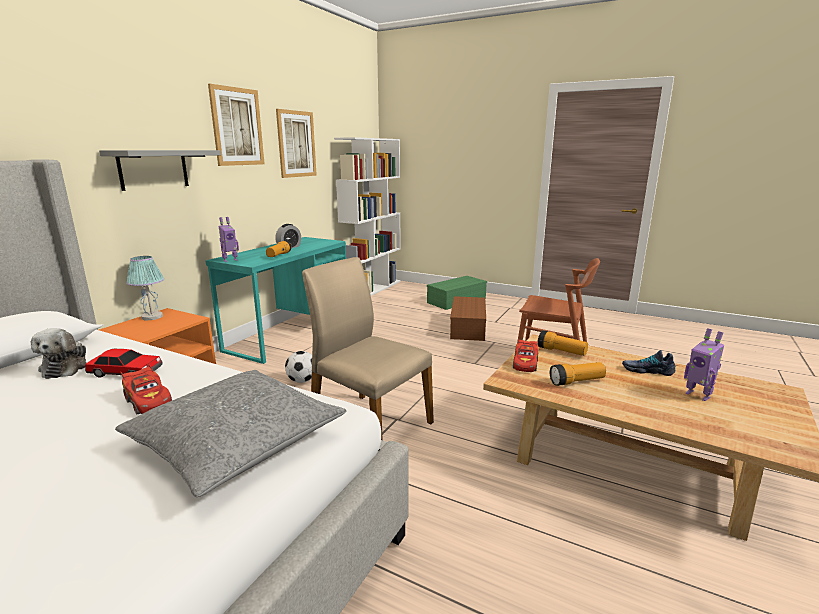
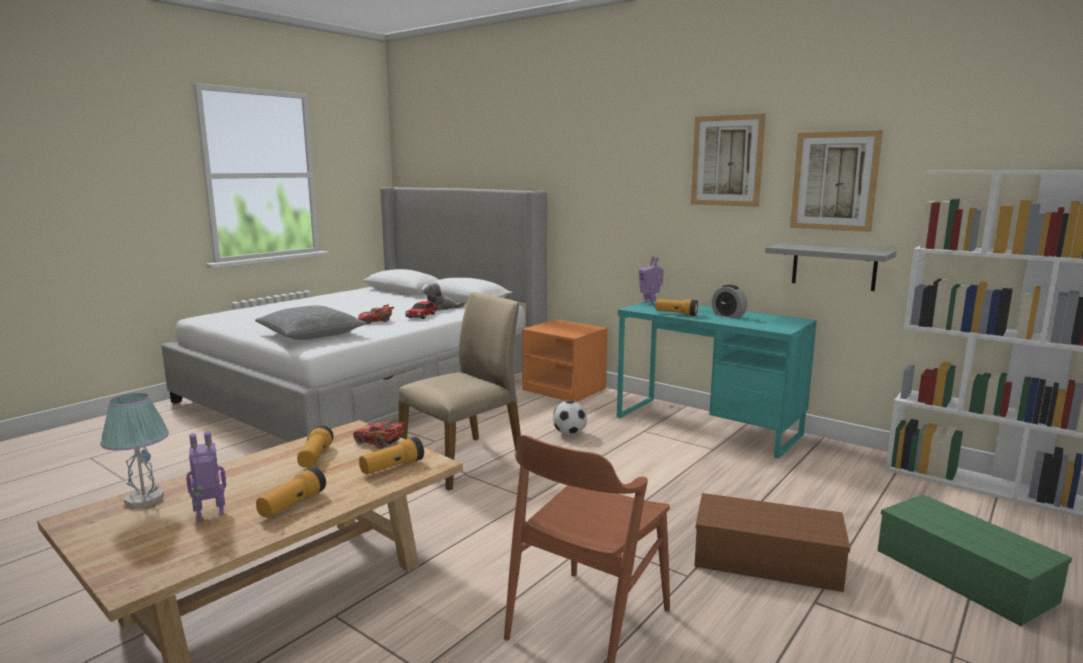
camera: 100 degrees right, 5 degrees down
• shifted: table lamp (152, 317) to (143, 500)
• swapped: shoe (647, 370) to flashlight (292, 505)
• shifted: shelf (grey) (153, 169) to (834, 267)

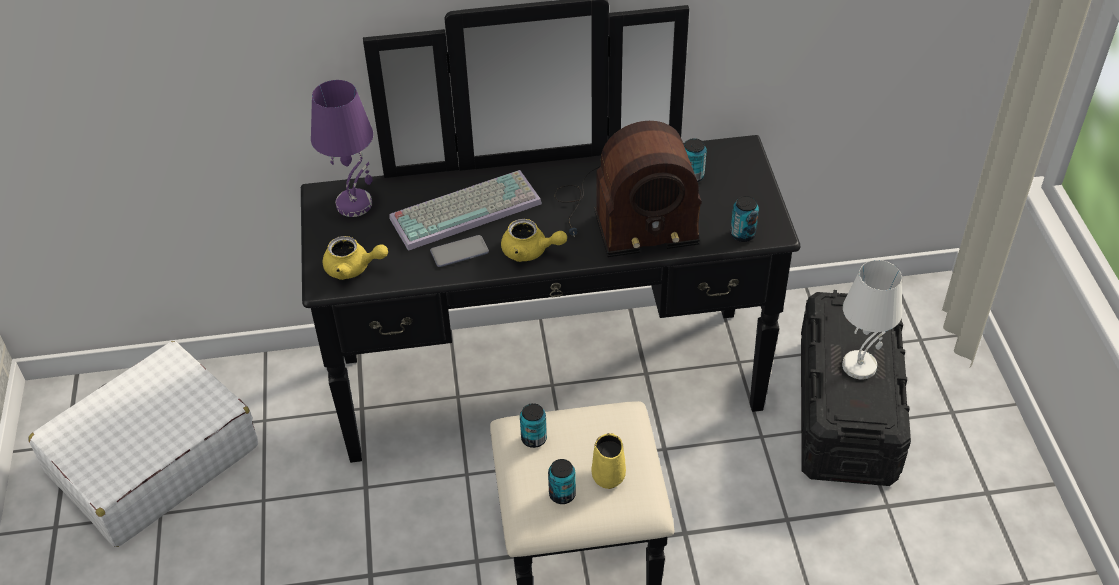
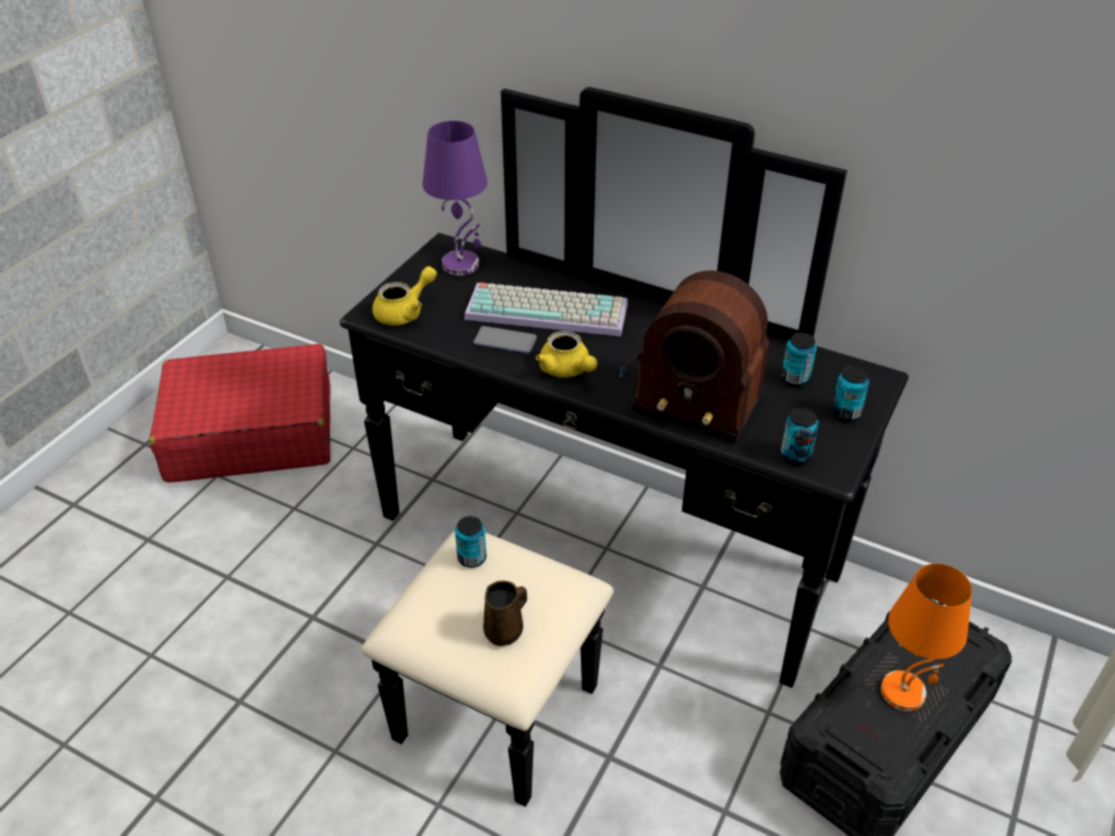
camera: 35 degrees right, 5 degrees down
• repainted: suitcase (white) (152, 459) to suitcase (red) (250, 433)
• rotated: teapot (yellow) (353, 268) = (405, 312) 90 degrees counterclockwise
• repainted: mug (yellow) (609, 474) to mug (brown) (505, 631)
• shifted: can (562, 494) to (845, 413)
• repainted: table lamp (white) (860, 365) to table lamp (orange) (904, 692)

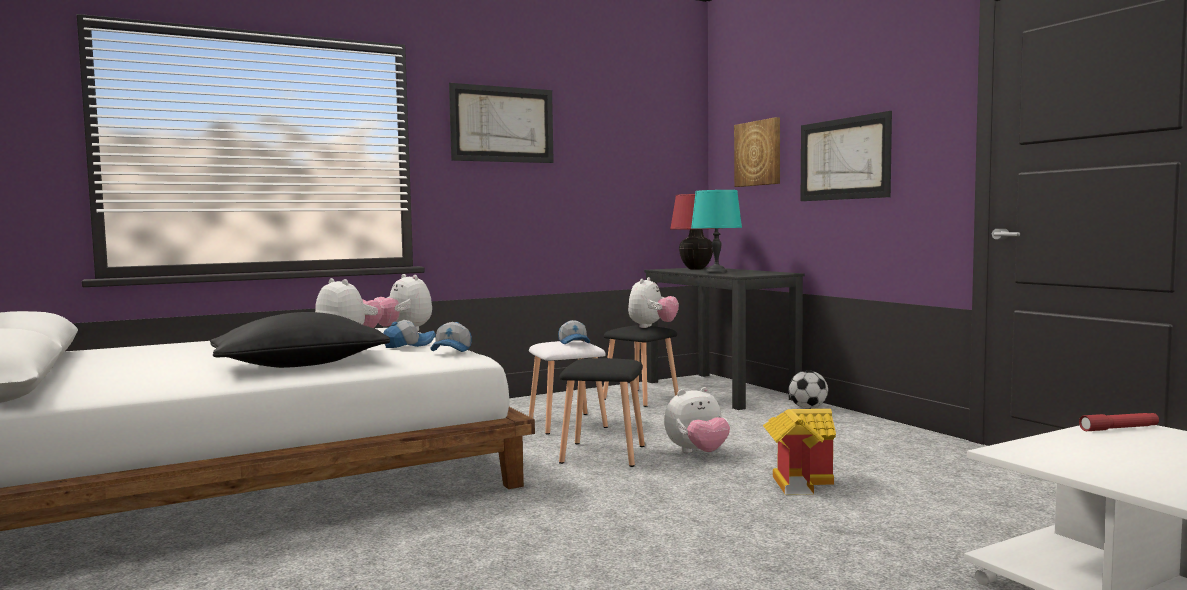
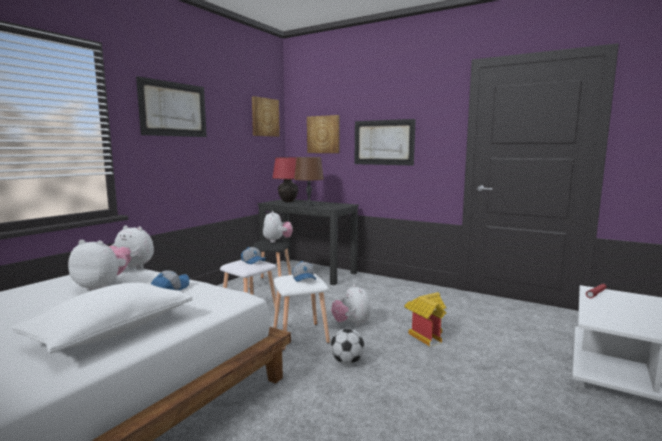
camera: 30 degrees left, 5 degrees up
• repainted: pillow (black) (301, 365) to pillow (white) (112, 332)
• new: picture (264, 117)
• repainted: stool (black) (604, 454) to stool (white) (301, 335)
• shifted: cap (452, 350) to (304, 278)
• repainted: table lamp (turquoise) (716, 272) to table lamp (brown) (308, 205)
• shifted: football (808, 408) to (347, 361)
• rotated: plush toy (697, 453) = (351, 323) 120 degrees clockwise

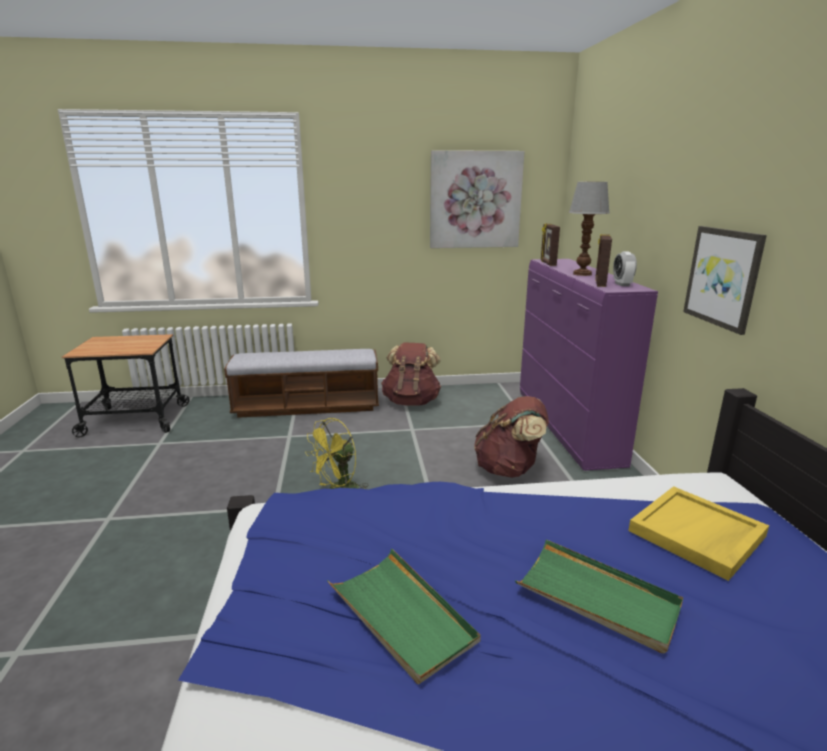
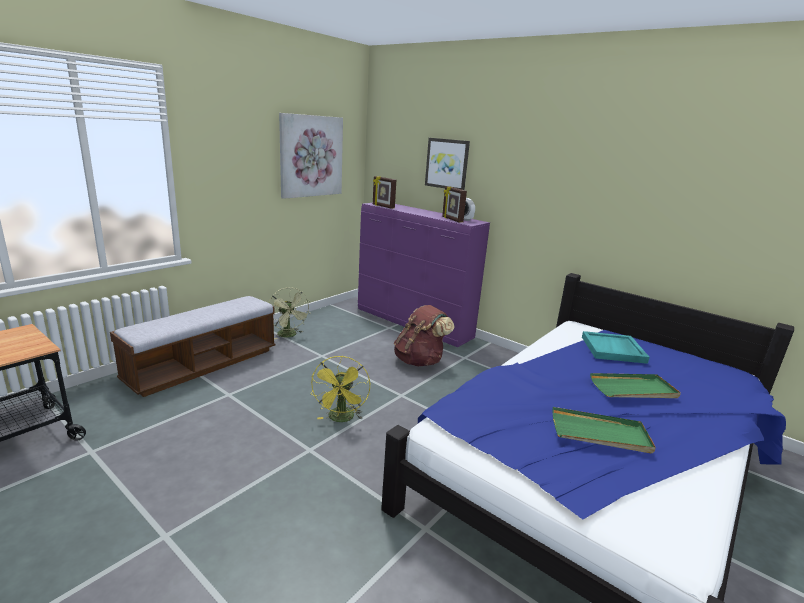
camera: 45 degrees left, 0 degrees up
• swapped: backpack (brown) (411, 402) to fan (green) (289, 335)
• shifted: picture (723, 277) to (447, 164)
• repainted: tray (yellow) (697, 534) to tray (turquoise) (613, 350)
• gone: table lamp (582, 274)

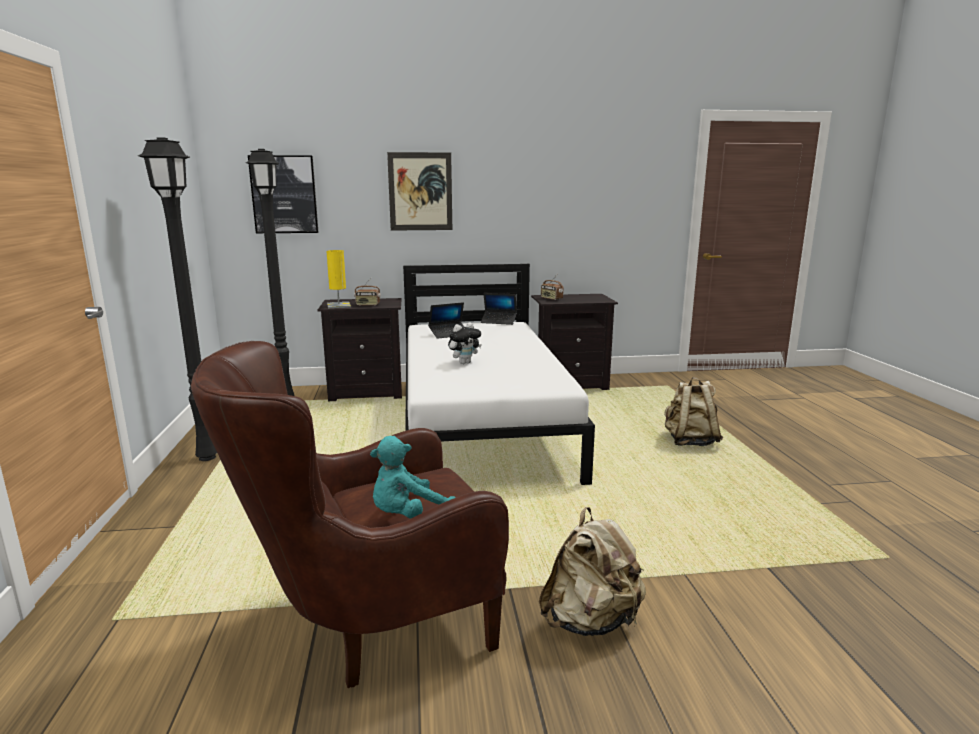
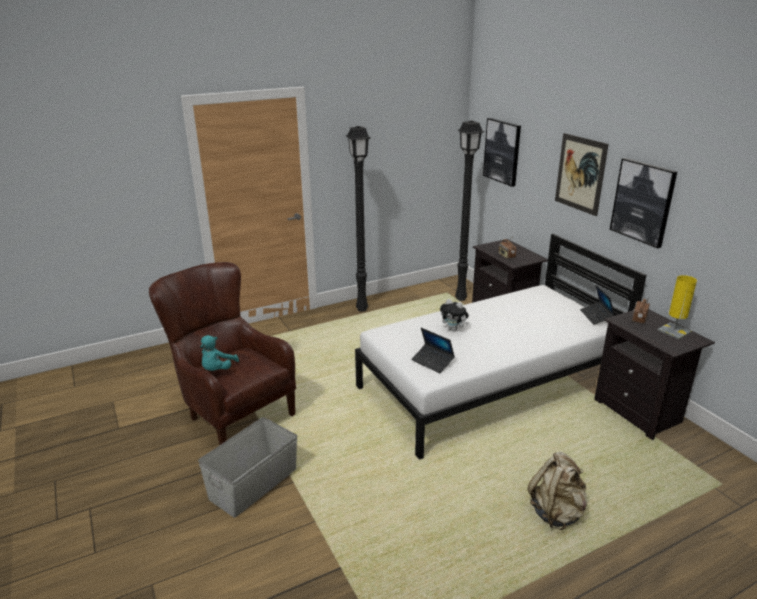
camera: 70 degrees right, 10 degrees up
• swapped: backpack (beige) (591, 621) to storage box (grey) (254, 483)
• rotated: plush toy (turquoise) (408, 515) = (217, 369) 105 degrees counterclockwise
• shifted: laptop (449, 334) to (432, 362)
• new: picture (643, 202)
• shifted: table lamp (yellow) (338, 305) to (674, 331)

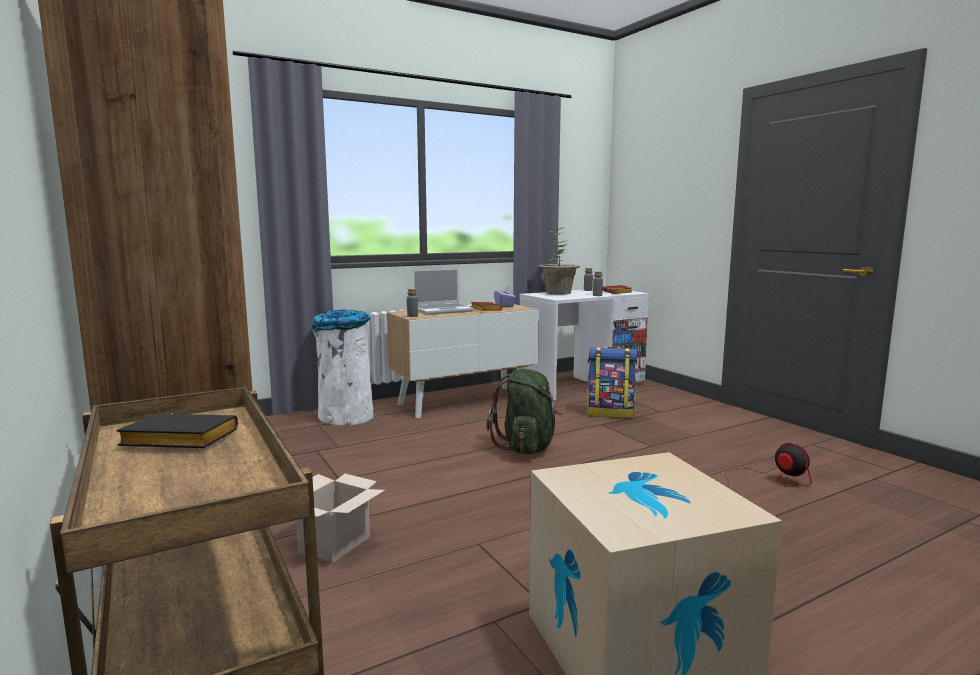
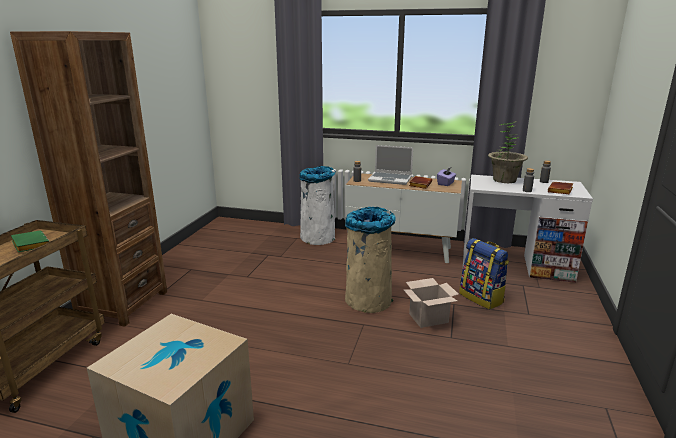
camera: 45 degrees right, 10 degrees up
• repainted: book (black) (176, 441) to book (green) (29, 245)
• swapped: backpack (green) (527, 447) to trash can (beige) (367, 299)
• shifted: cardboard box (334, 542) to (429, 318)
• gone: fan (770, 480)

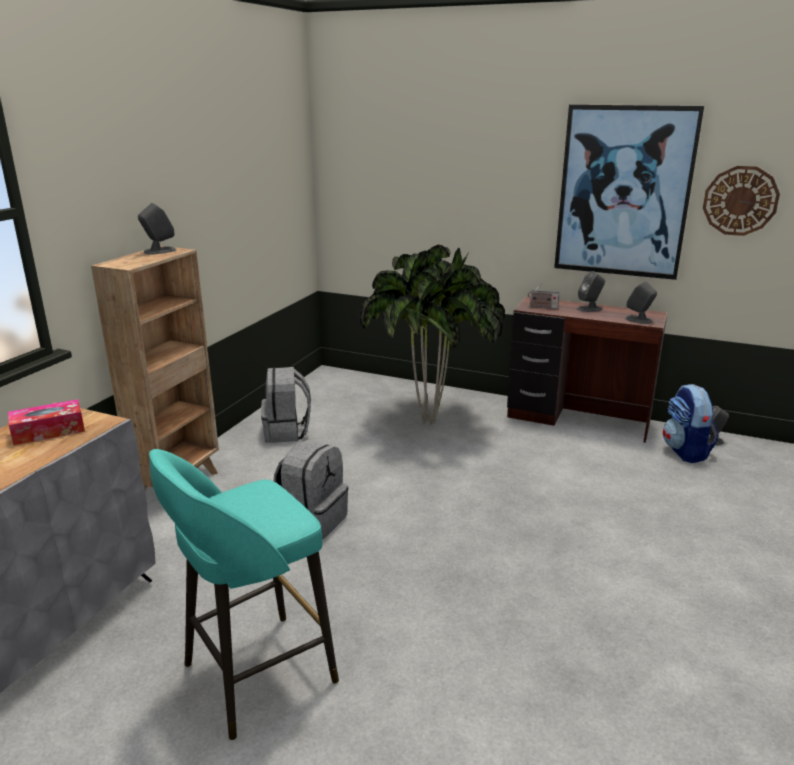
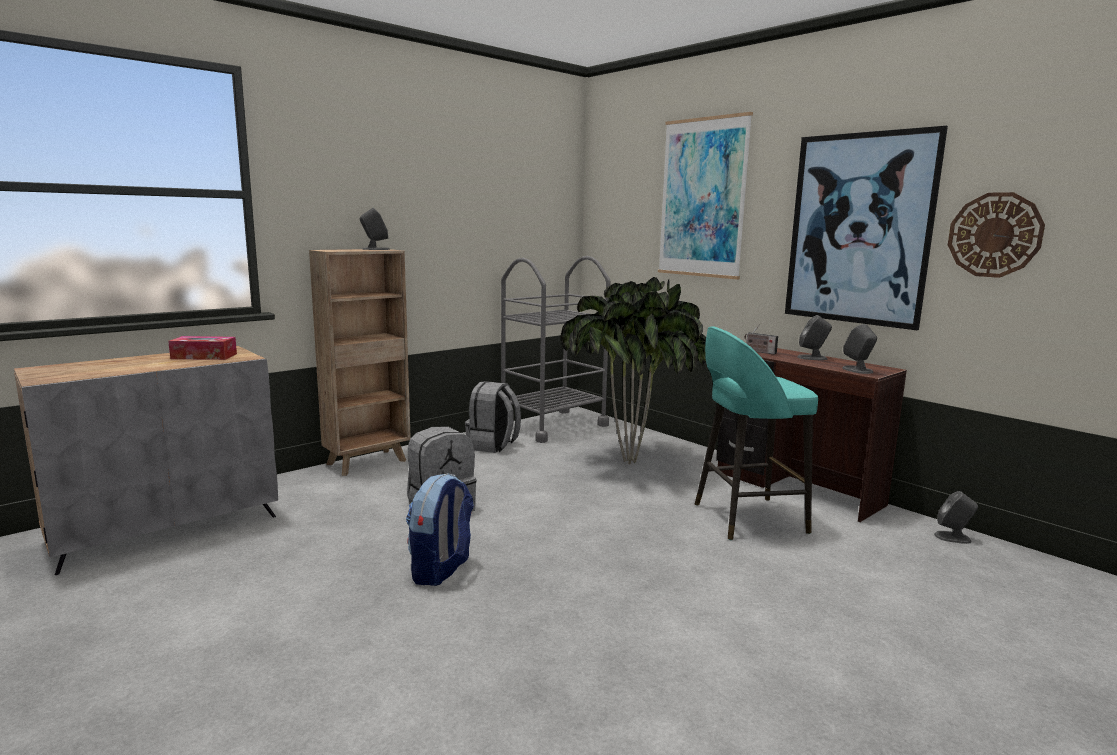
camera: 25 degrees right, 10 degrees down
• shifted: backpack (685, 451) to (441, 570)
• new: cart (grey) (553, 426)
• new: picture (702, 198)
• shifted: stool (turquoise) (255, 675) to (746, 518)

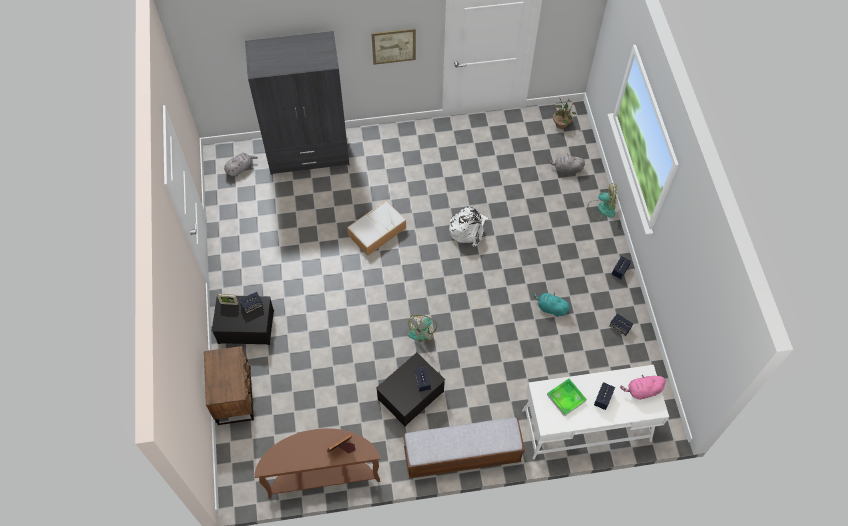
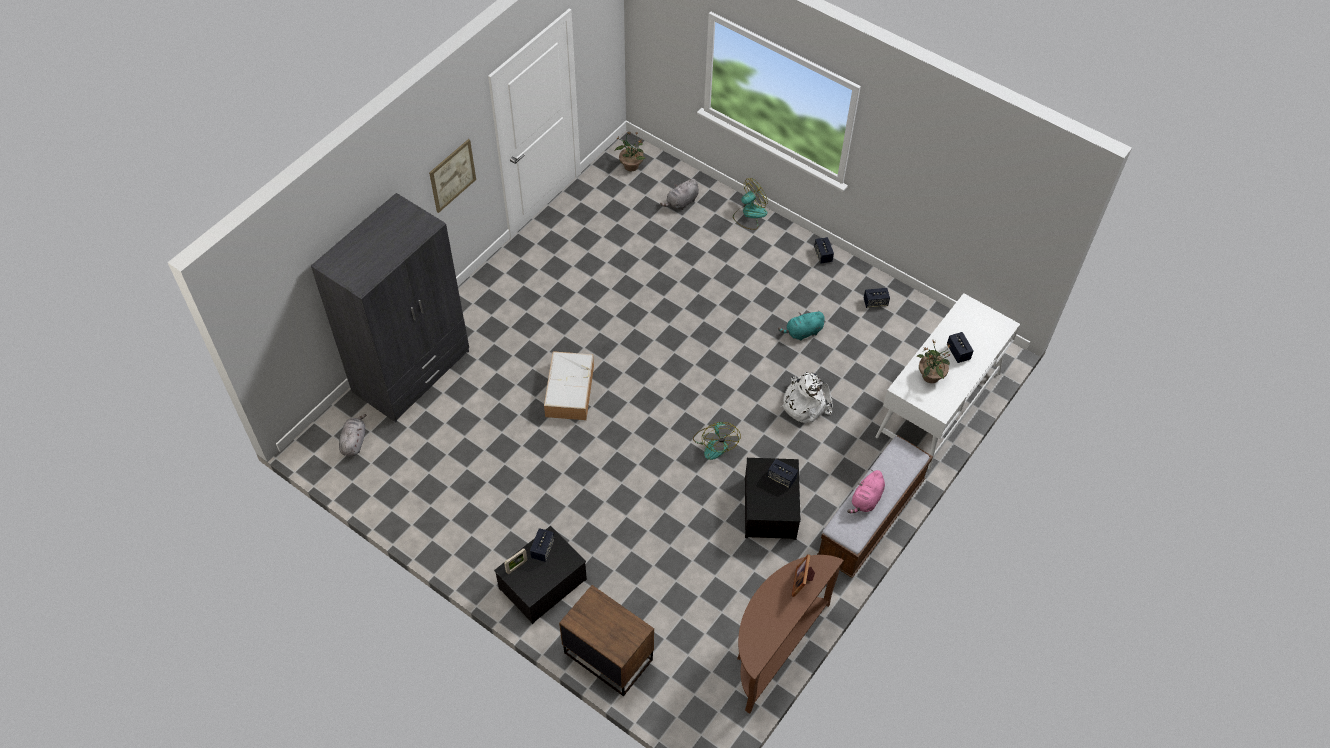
camera: 45 degrees left, 5 degrees down
• shifted: backpack (white) (467, 229) to (804, 403)
• shifted: plush toy (pink) (642, 391) to (866, 500)
• swapped: tray (566, 398) to potted plant (930, 376)

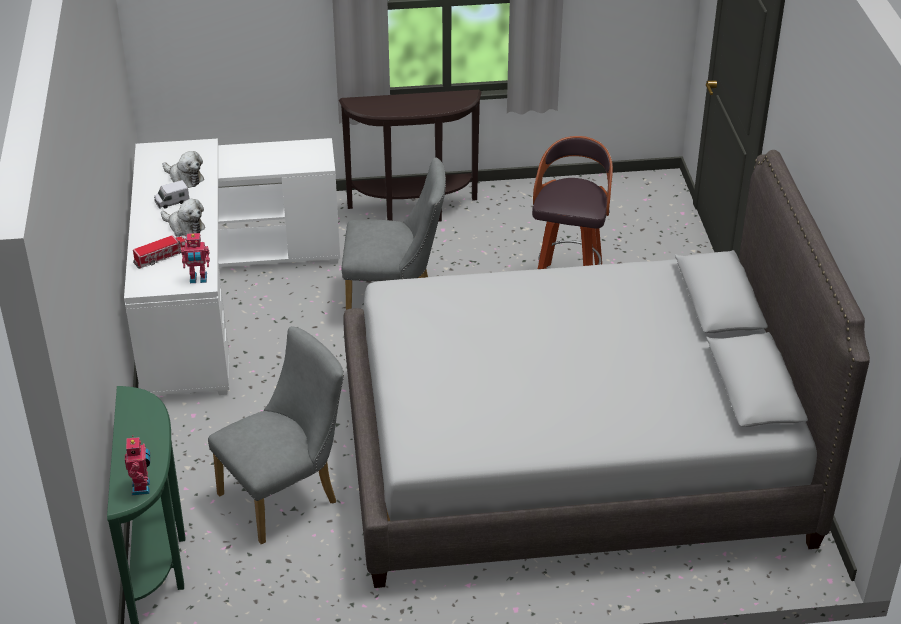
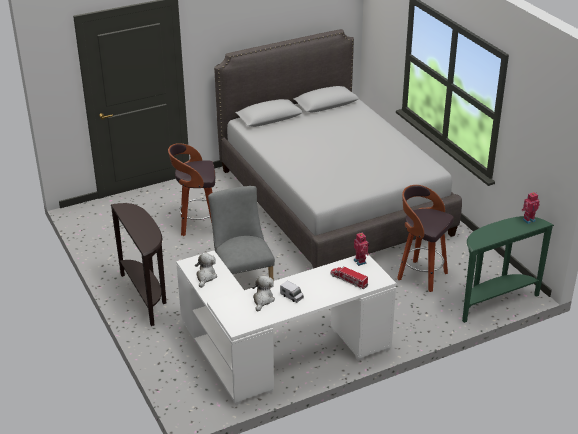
camera: 110 degrees left, 5 degrees down
• shifted: plush toy (184, 227) to (205, 277)
• swapped: chair (grey) (286, 496) to stool (421, 276)

